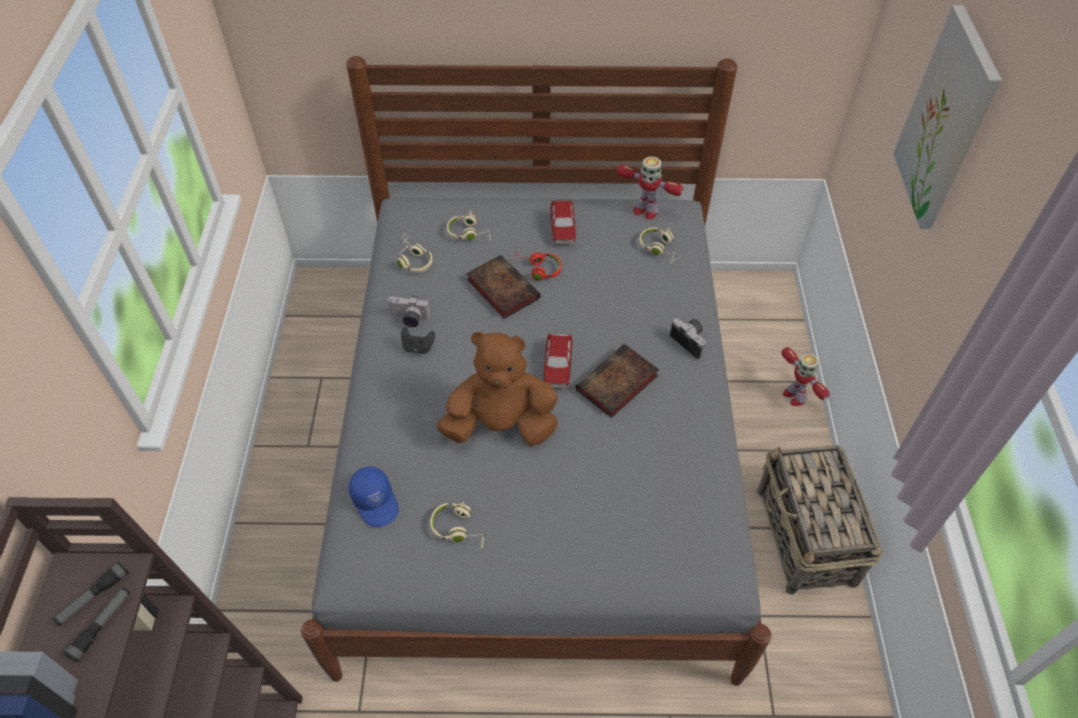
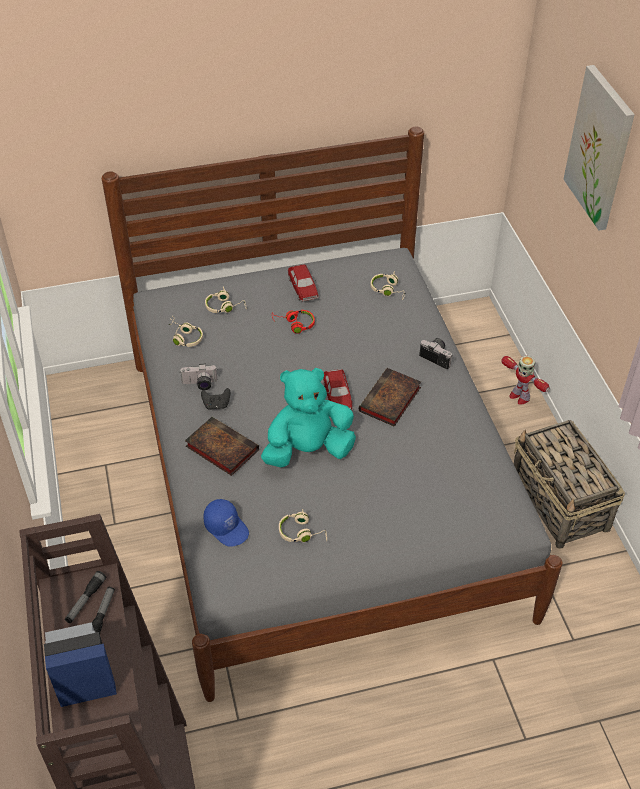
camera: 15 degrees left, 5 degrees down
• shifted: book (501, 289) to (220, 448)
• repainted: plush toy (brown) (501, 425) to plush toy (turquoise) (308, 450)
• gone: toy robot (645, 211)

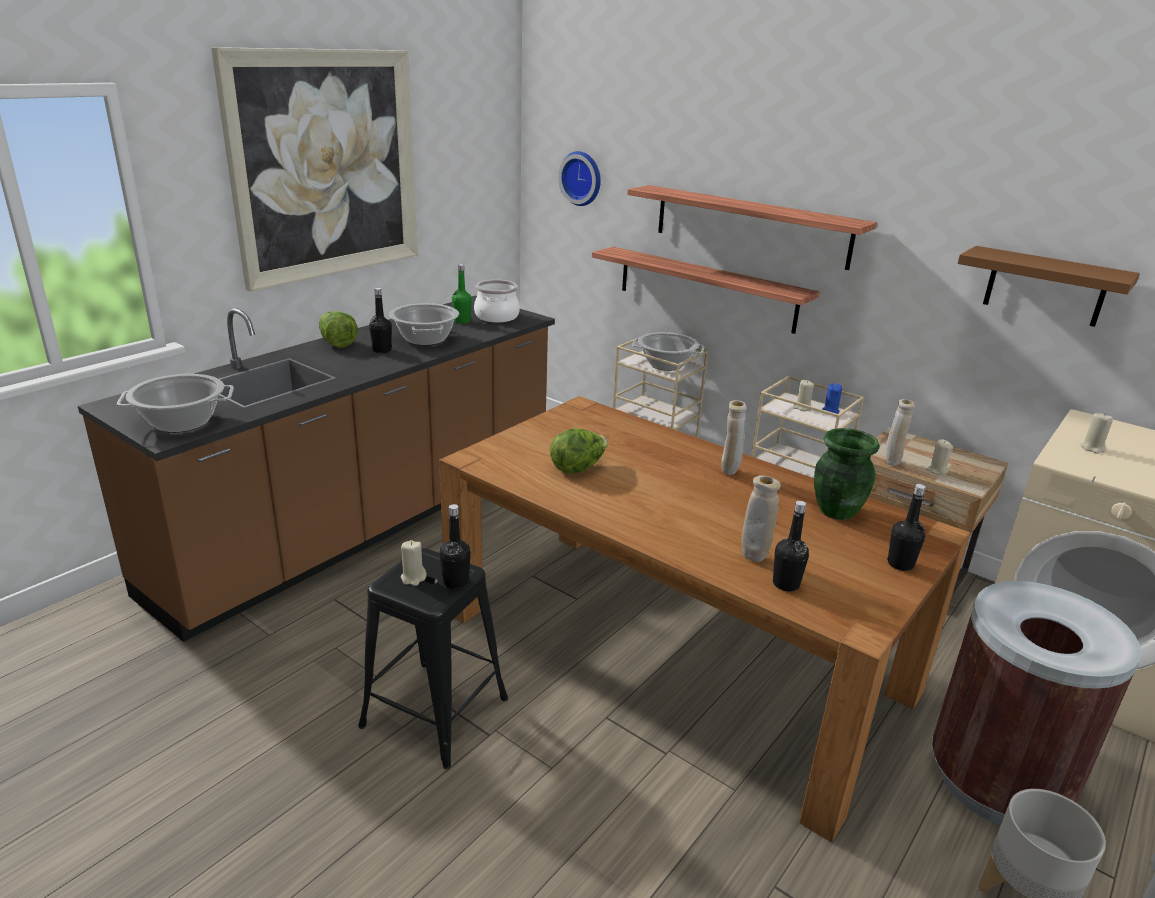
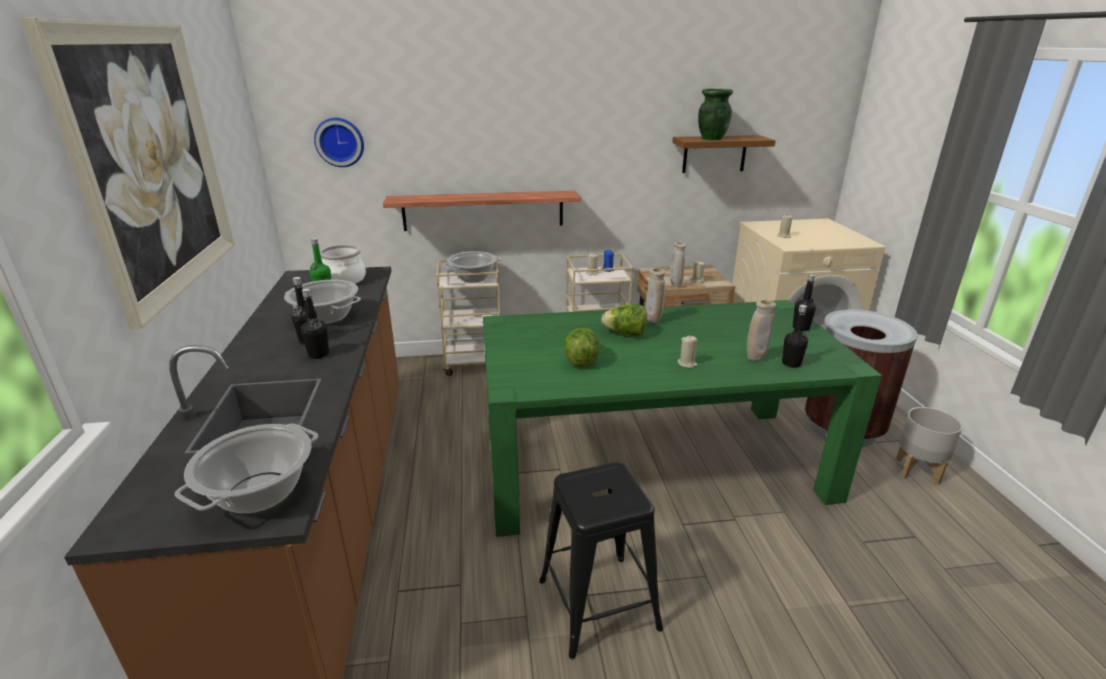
camera: 45 degrees left, 0 degrees up
• shifted: bottle (black) (456, 582) to (318, 354)
• repainted: dining table (brown) (672, 650) to dining table (green) (652, 462)
• shifted: lettuce (337, 343) to (625, 333)
• shifted: candle (beige) (413, 578) to (687, 363)
• shifted: vase (green) (836, 511) to (711, 138)
• gone: shelf (750, 226)

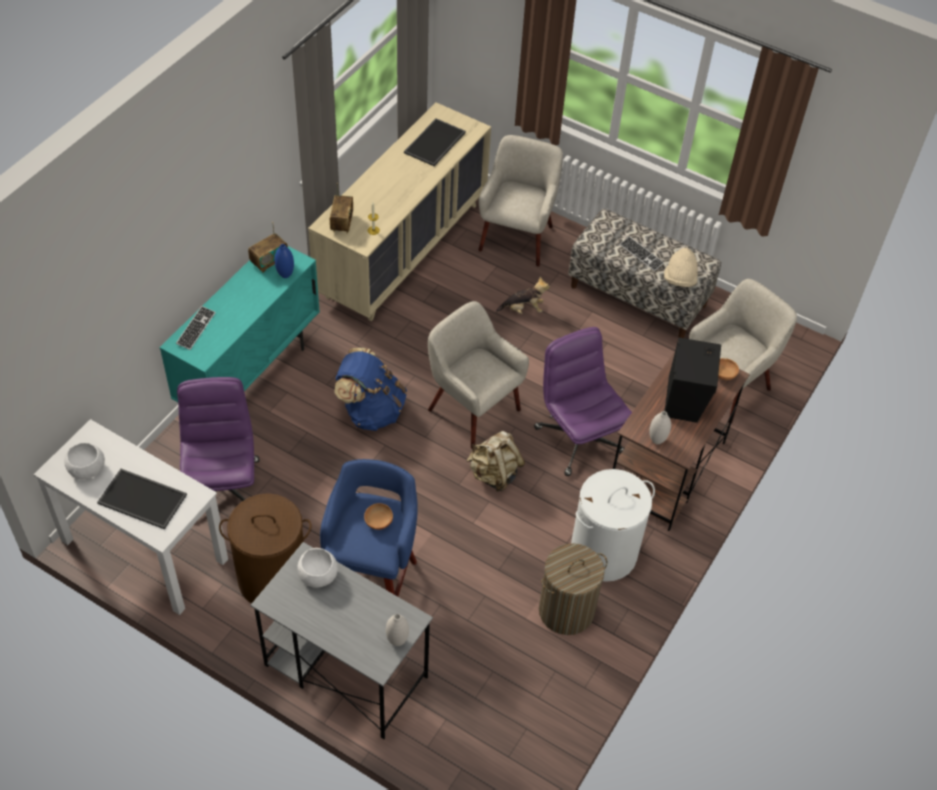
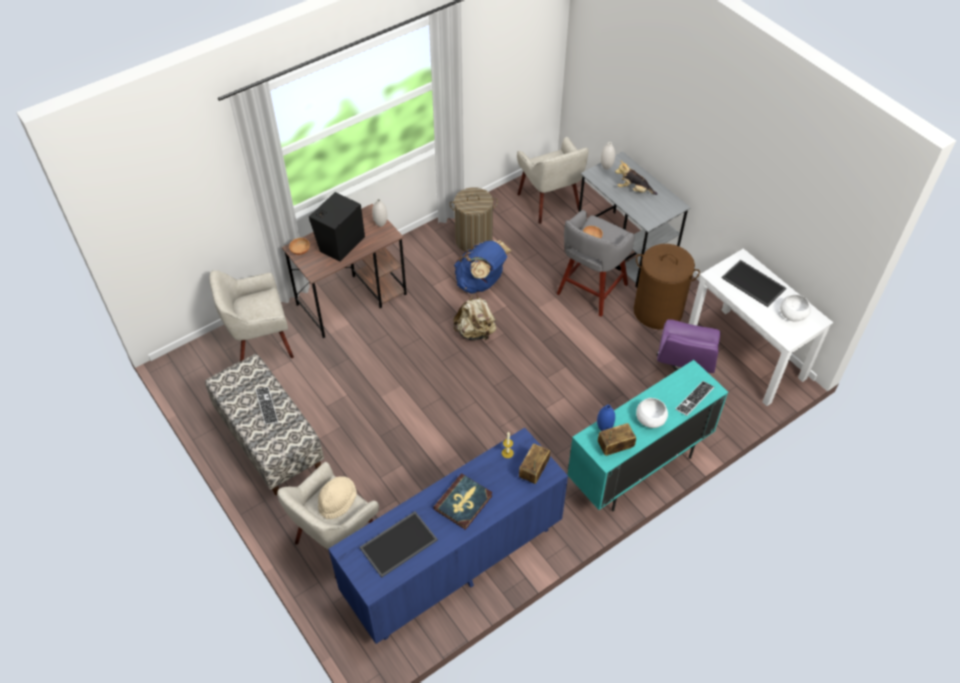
camera: 155 degrees left, 0 degrees up
• shifted: hat (beige) (679, 279) to (337, 501)
• repainted: dresser (beige) (403, 250) to dresser (blue) (452, 562)
• new: book (463, 502)
• shifted: backpack (blue) (371, 410) to (481, 283)
• shifted: armchair (beige) (472, 409) to (550, 202)
• repainted: stool (blue) (372, 581) to stool (grey) (590, 290)
• shifted: plush toy (523, 309) to (633, 190)
• shifted: bowl (white) (317, 575) to (650, 419)
• gone: office chair (purple) (578, 439)
• gone: laundry basket (white) (603, 553)

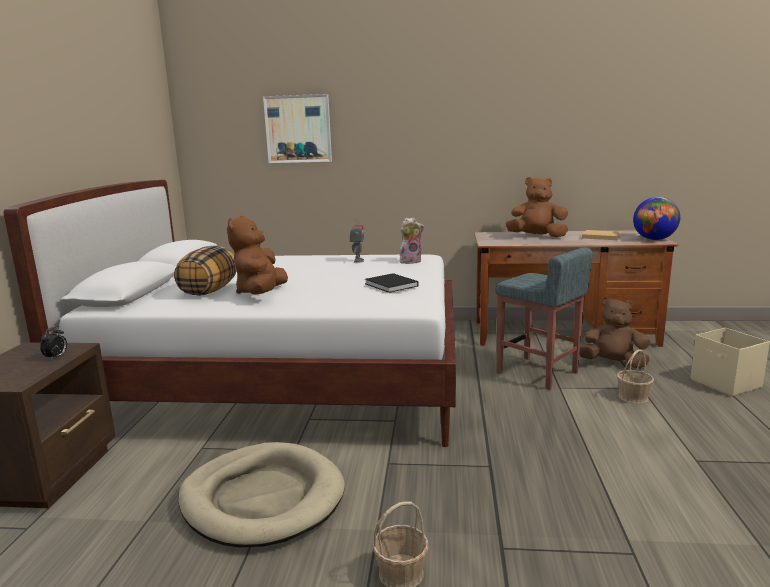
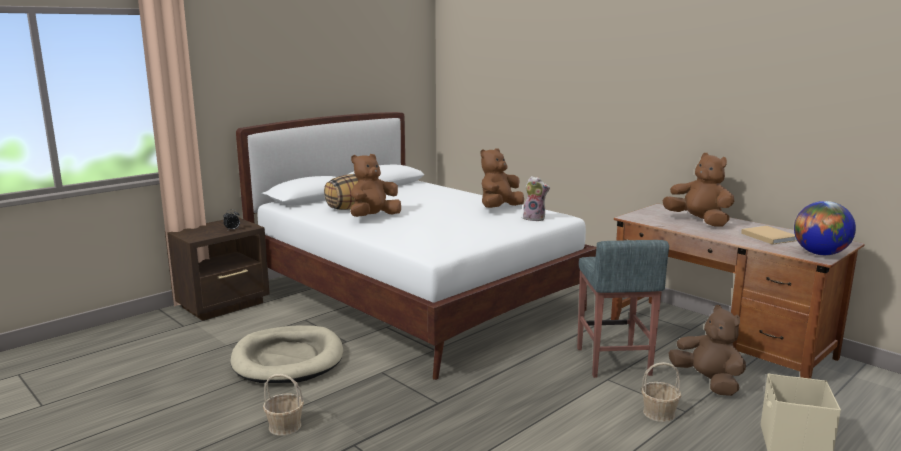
camera: 40 degrees right, 0 degrees up
• swapped: toy robot (358, 261) to plush toy (brown) (499, 208)
• gone: picture (298, 129)
• gone: book (black) (392, 285)

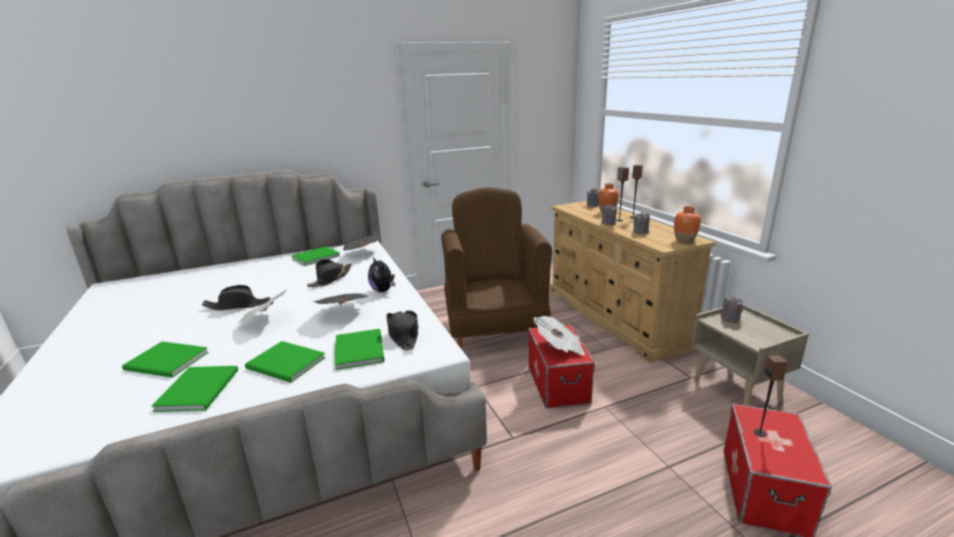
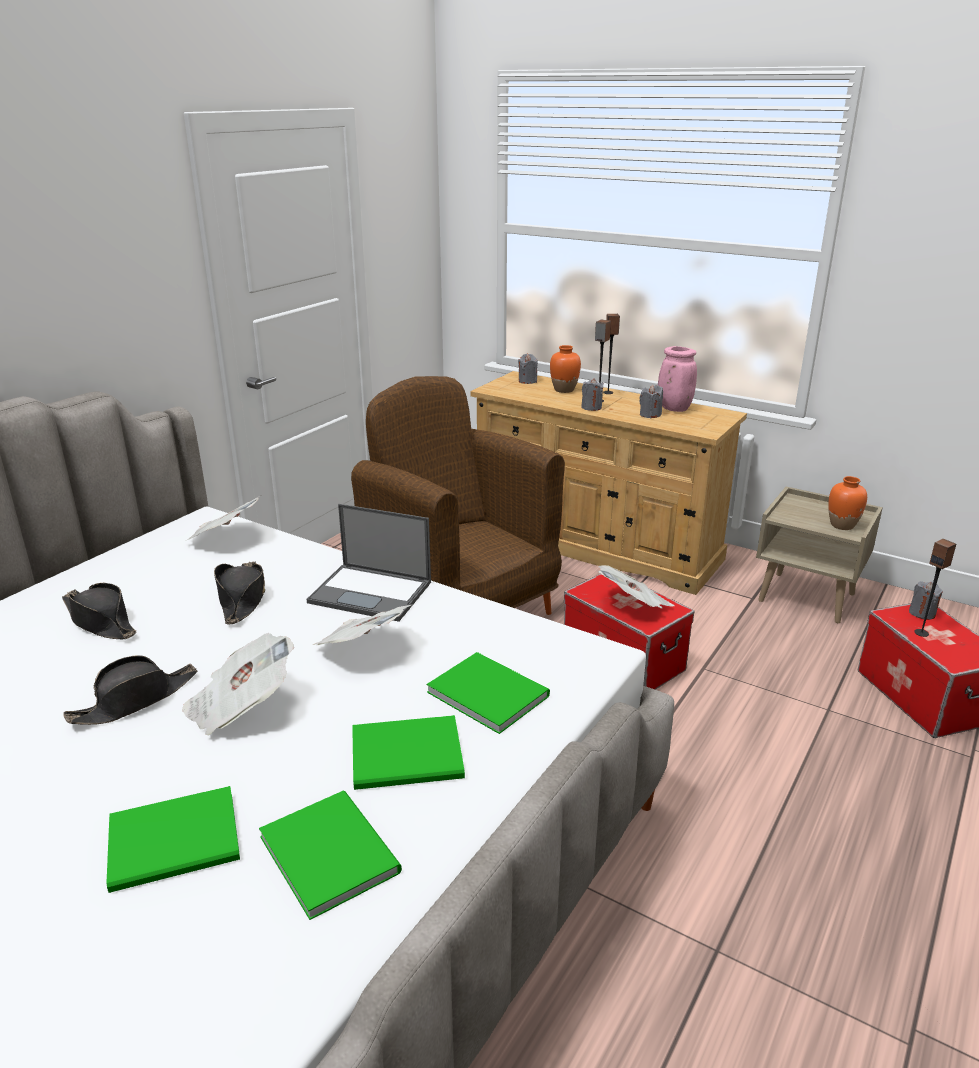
camera: 35 degrees left, 5 degrees up
• shifted: hat (black) (403, 335) to (101, 621)
• swapped: plush toy (383, 290) to laptop (372, 592)
• new: vase (pink) (673, 409)
• shifted: vase (orange) (684, 241) to (842, 525)
• shifted: candle (grey) (730, 318) to (922, 613)
• gone: book (green) (314, 257)

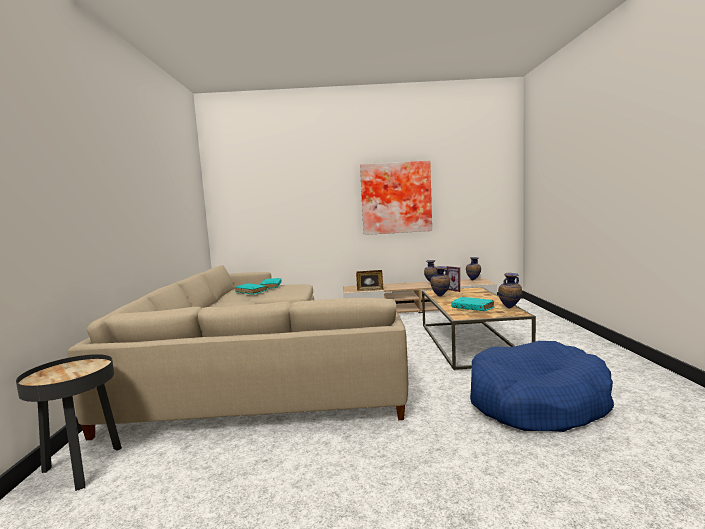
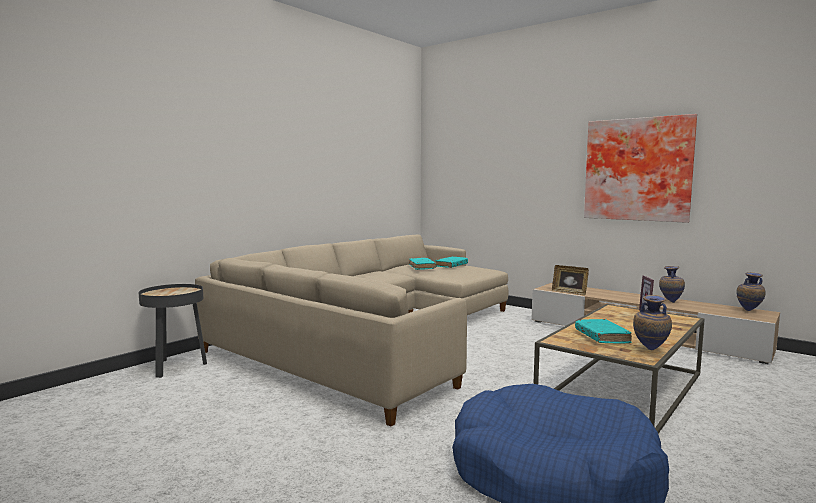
camera: 40 degrees right, 0 degrees up
• gone: vase (440, 297)

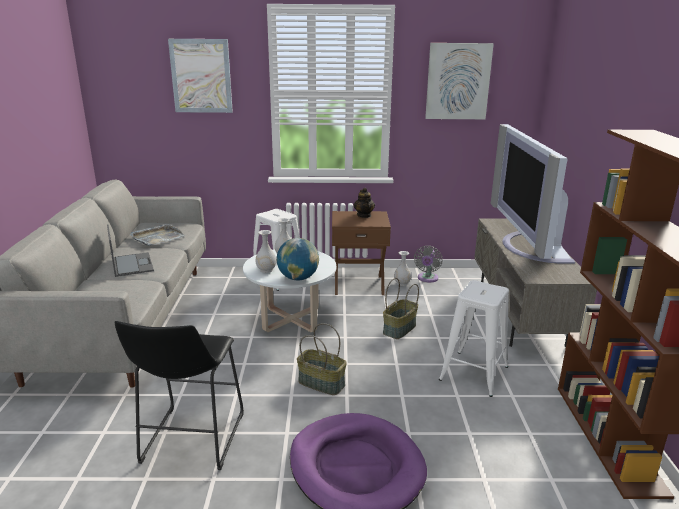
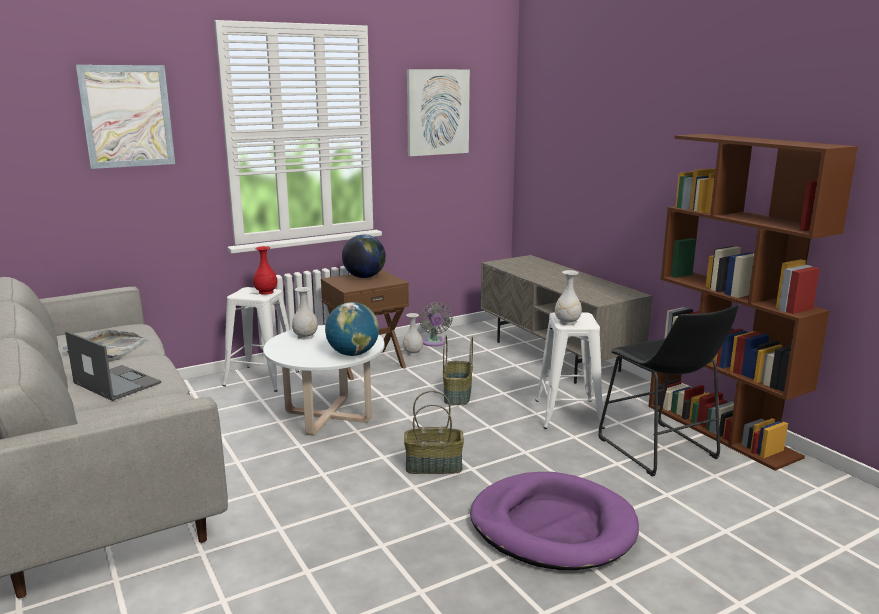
camera: 30 degrees left, 5 degrees down
• new: vase (red) (266, 292)
• swapped: teapot (364, 215) to globe (364, 277)
• shifted: vase (white) (266, 270) to (567, 322)
• shifted: stool (black) (190, 442) to (660, 451)
• gone: television (530, 246)

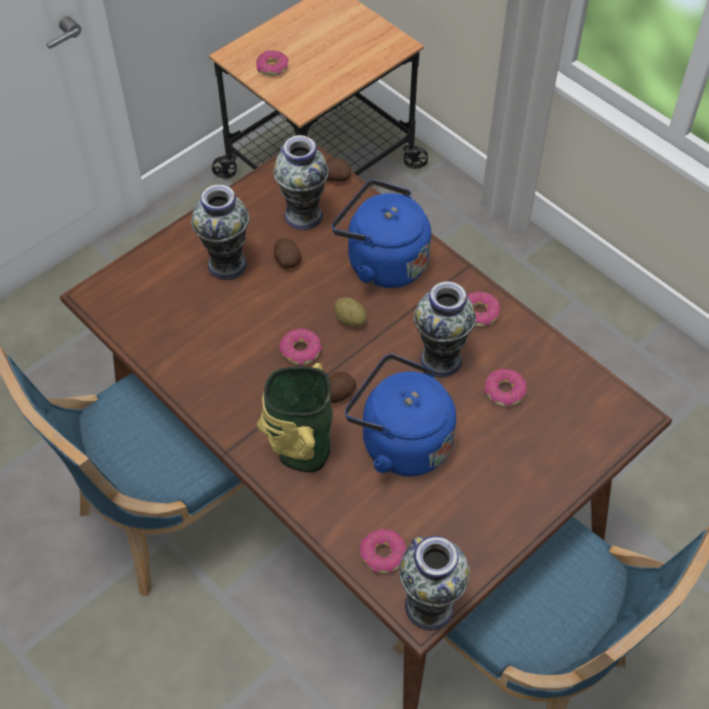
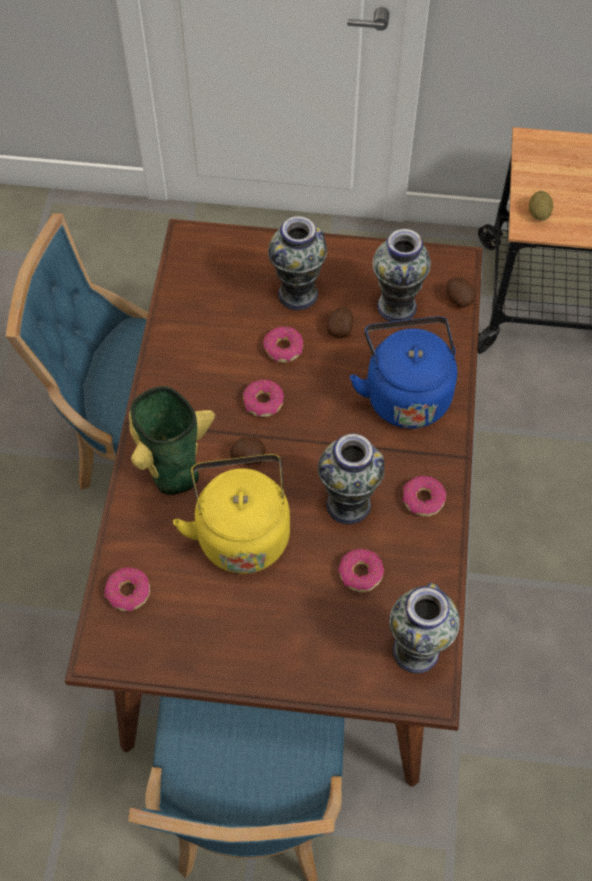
camera: 50 degrees right, 5 degrees up
• repainted: kettle (blue) (400, 442) to kettle (yellow) (241, 531)
• shifted: donut (272, 68) to (283, 349)
• shifted: vase (428, 607) to (415, 650)
• shifted: potato (350, 320) to (539, 213)

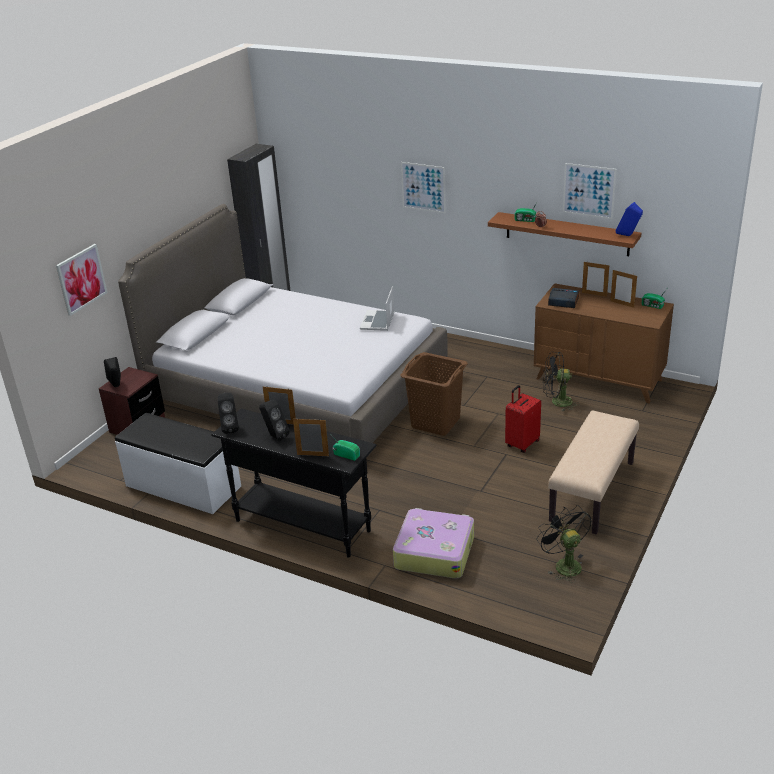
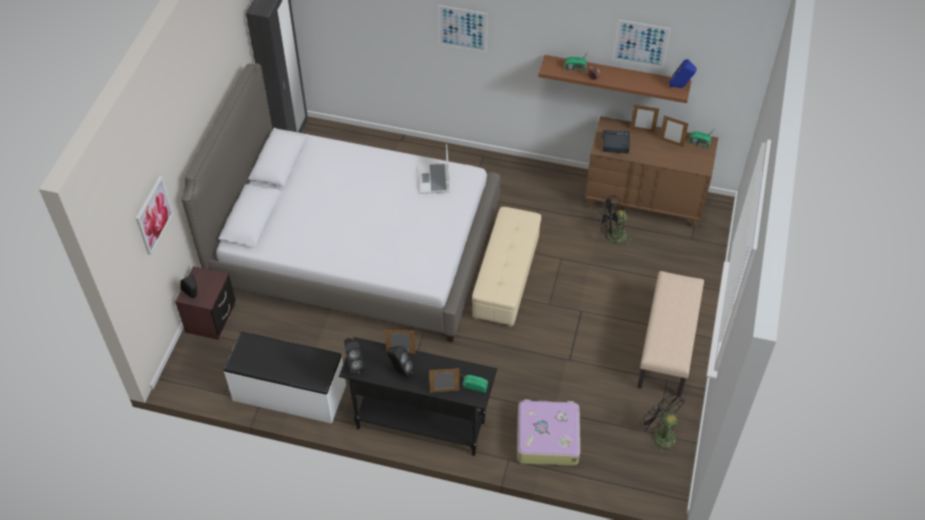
camera: 15 degrees left, 20 degrees up
• swapped: laundry basket (brown) (435, 422) to ottoman (beige) (505, 278)
• gone: suitcase (red) (521, 444)

